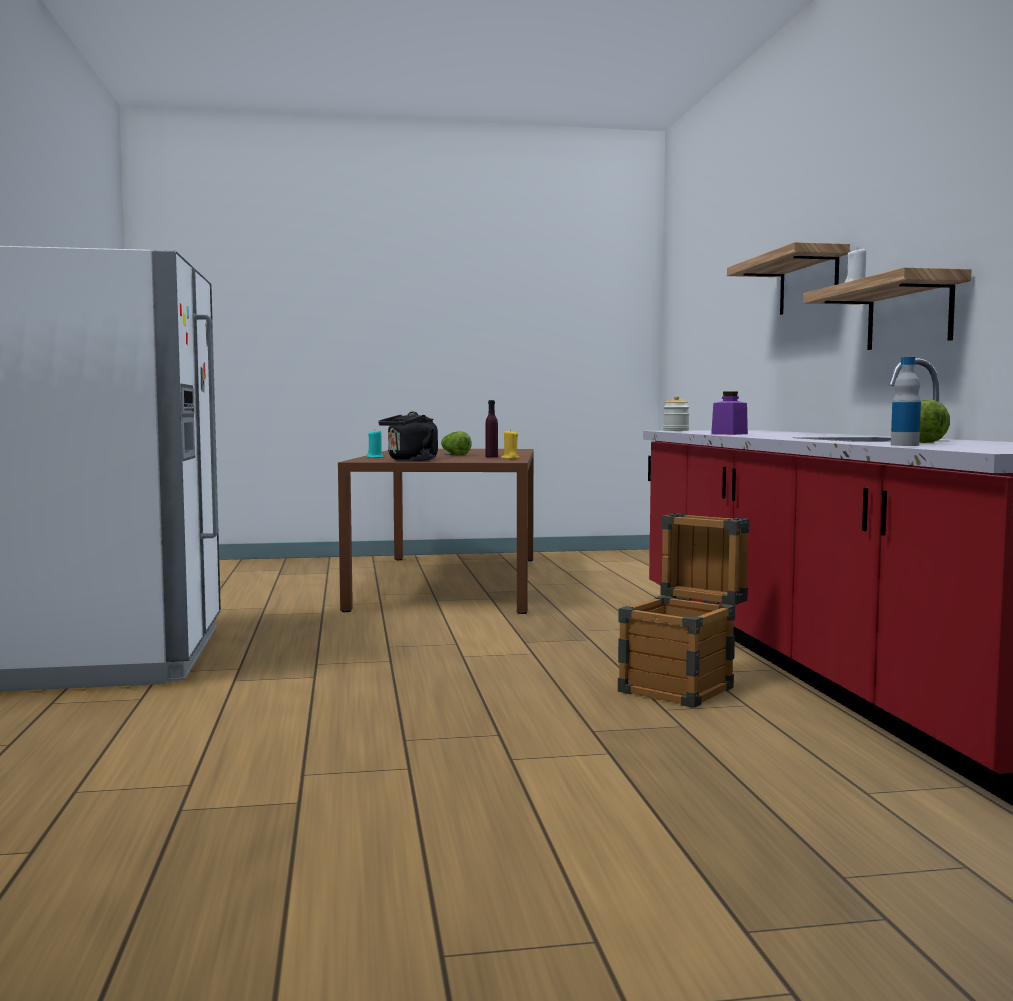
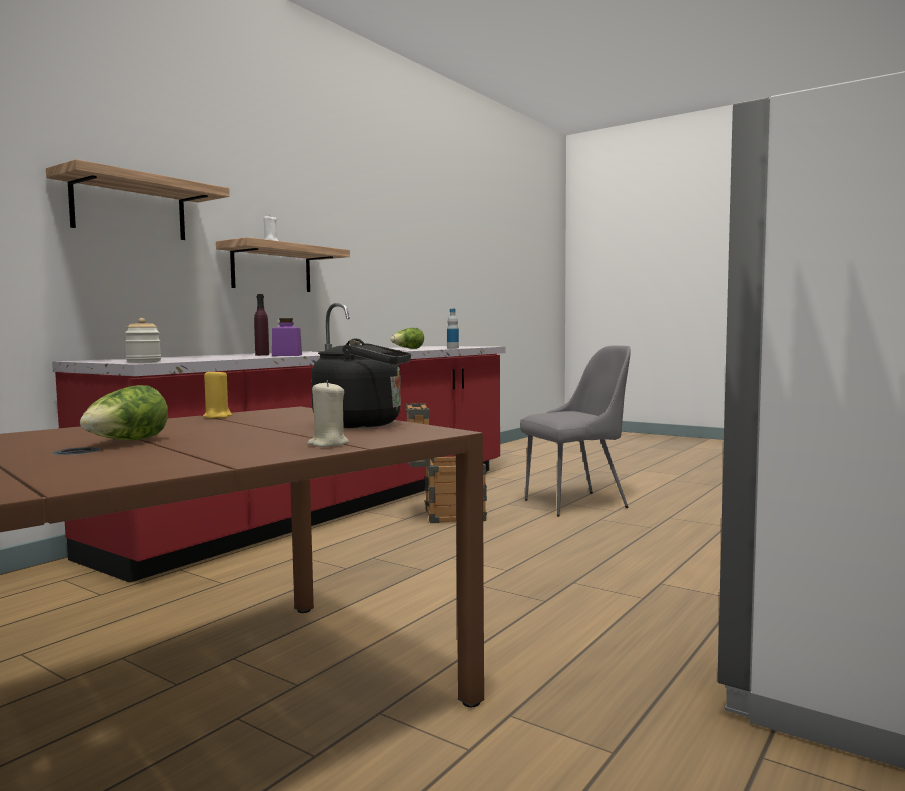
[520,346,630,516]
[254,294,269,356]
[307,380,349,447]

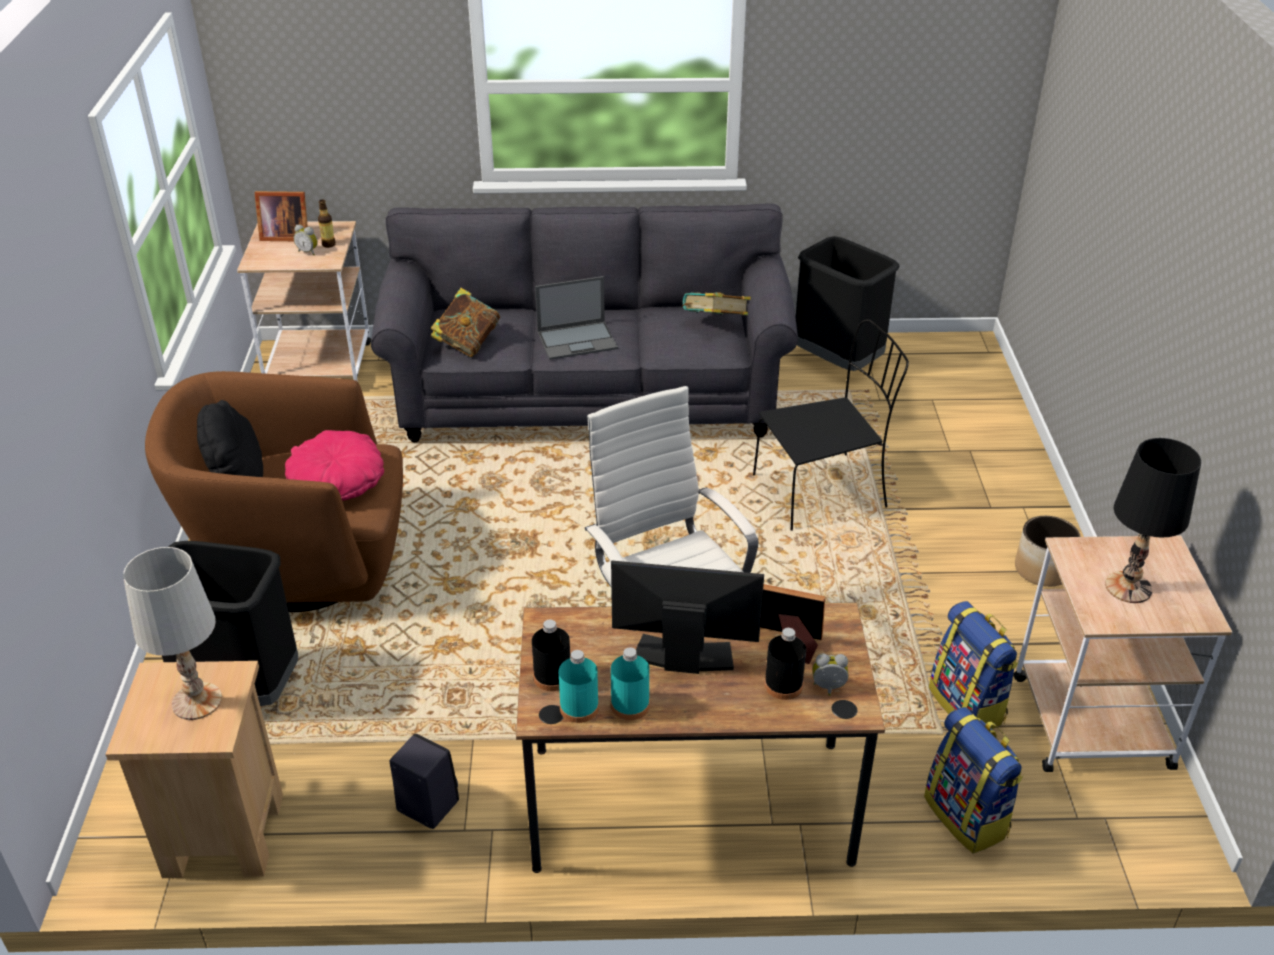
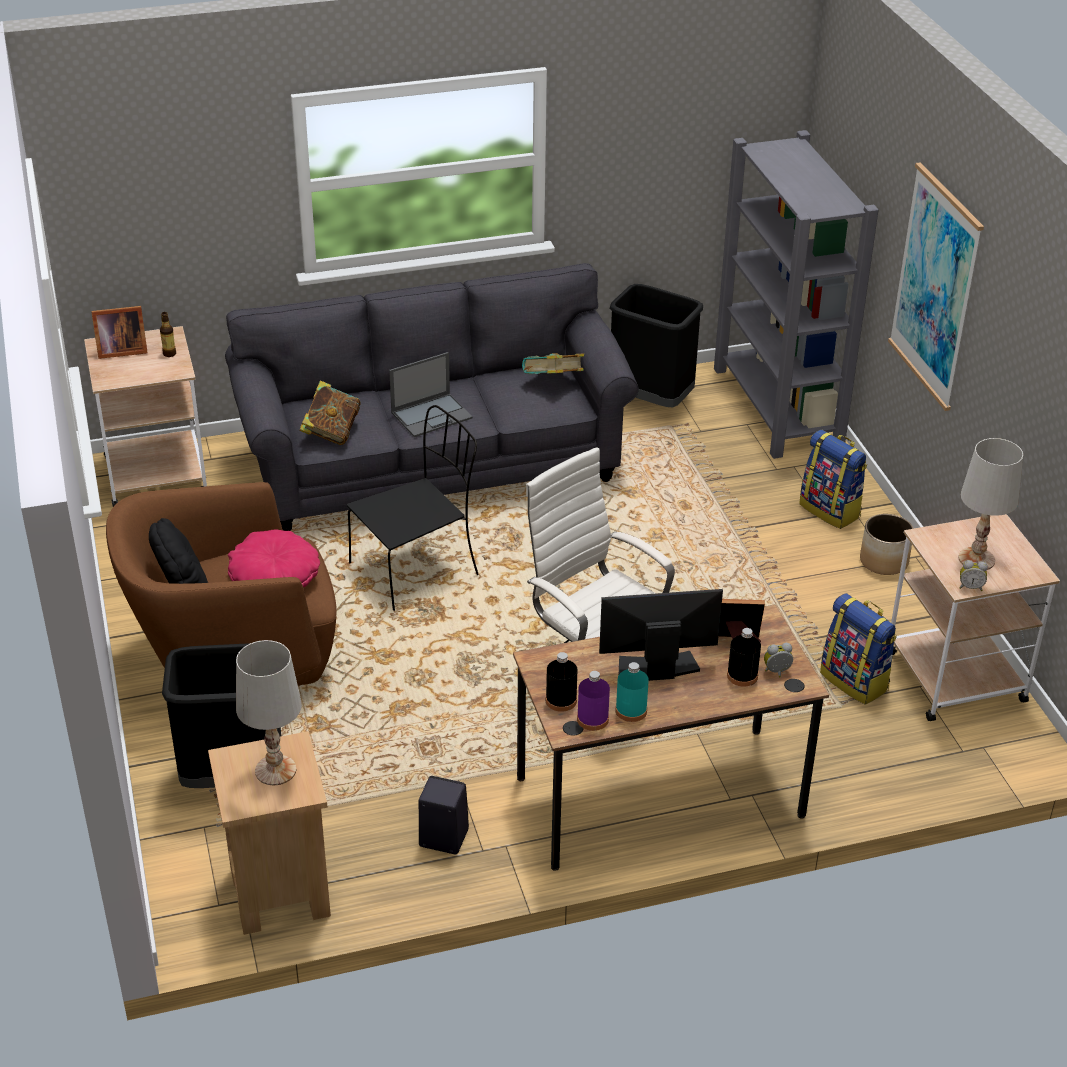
[714,130,879,459]
[888,162,984,411]
[959,560,988,591]
[347,405,479,611]
[799,430,867,529]
[577,671,610,731]
[959,438,1023,570]

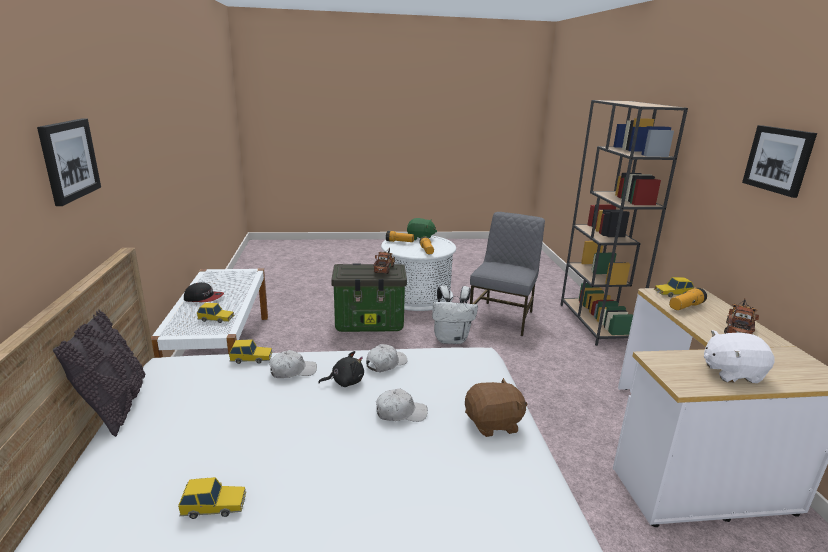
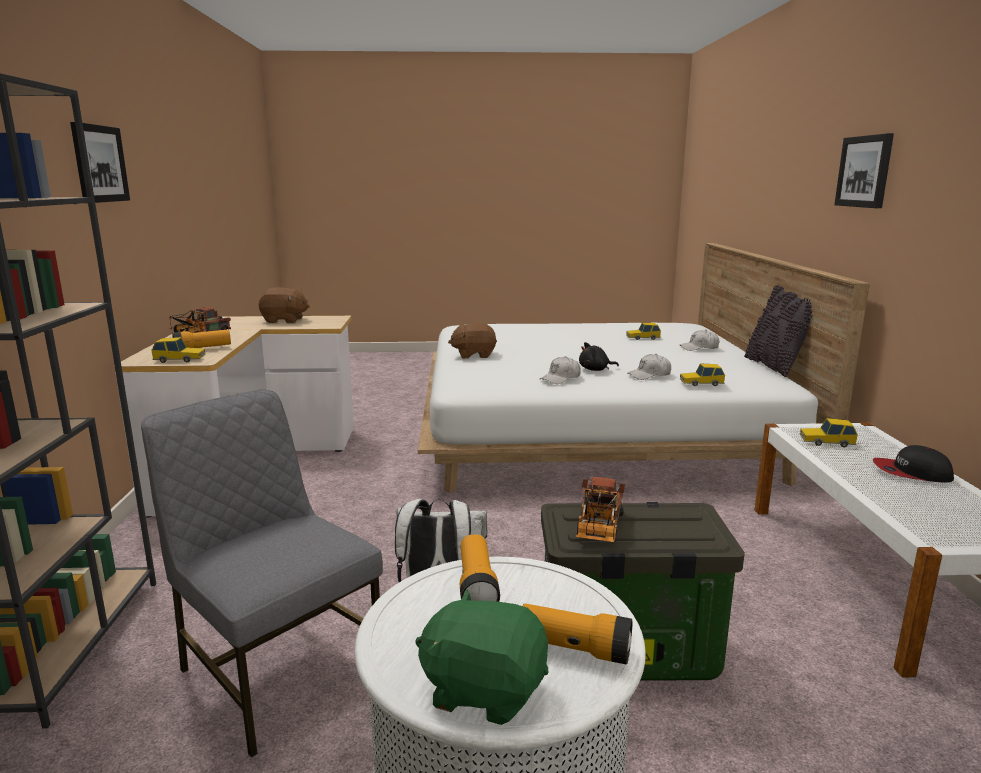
[680,330,720,351]
[259,287,310,323]
[141,390,383,758]

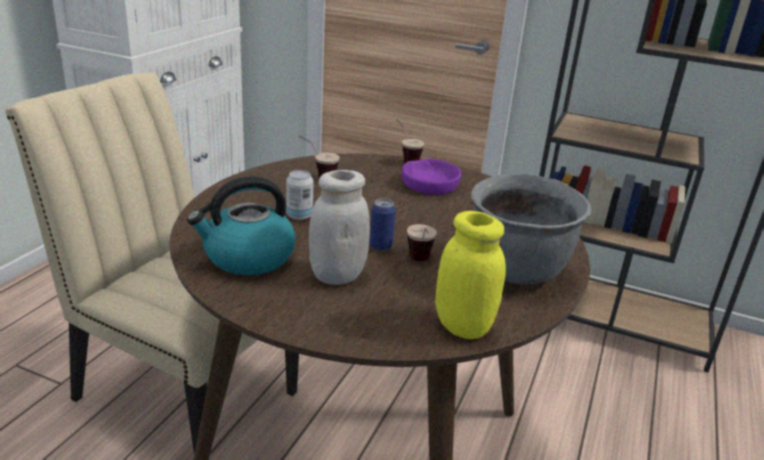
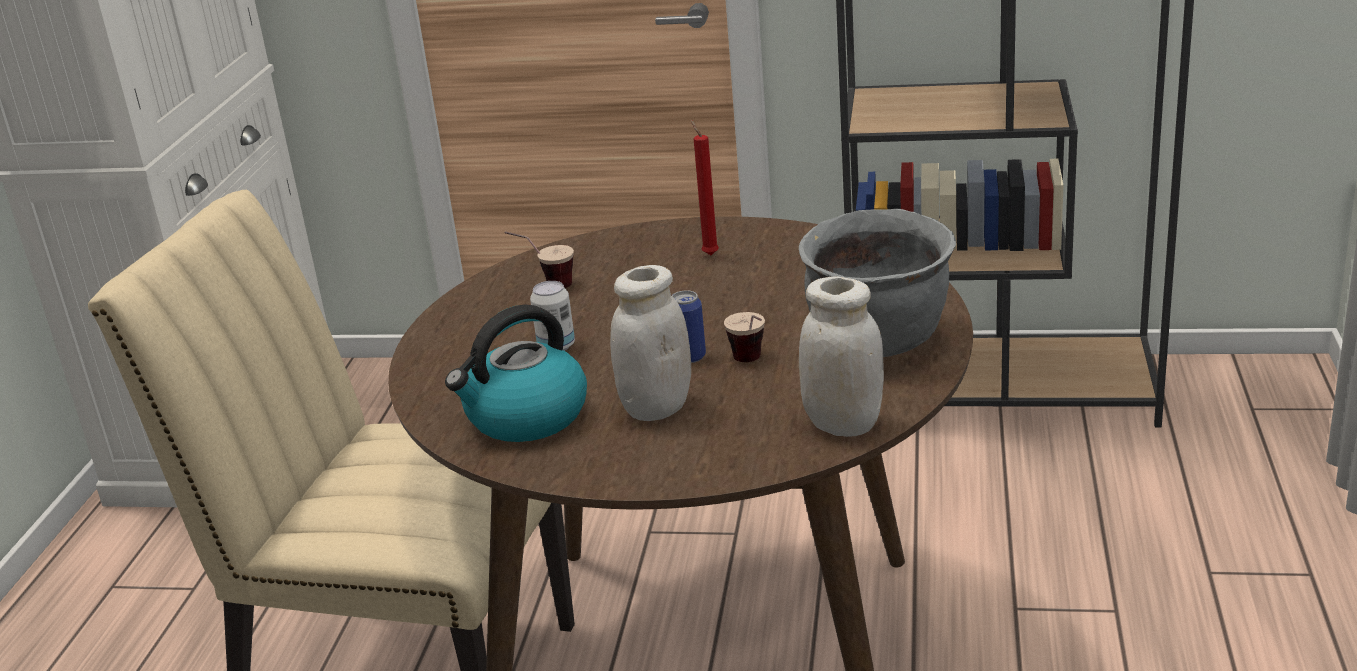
[396,119,424,163] (first image)
[691,120,719,255]
[799,276,884,437]

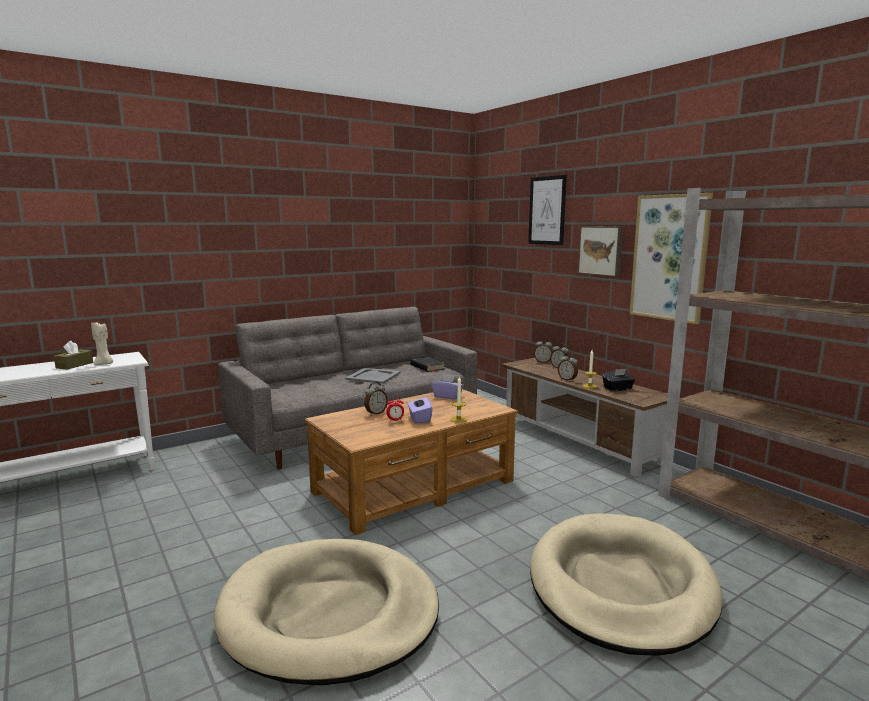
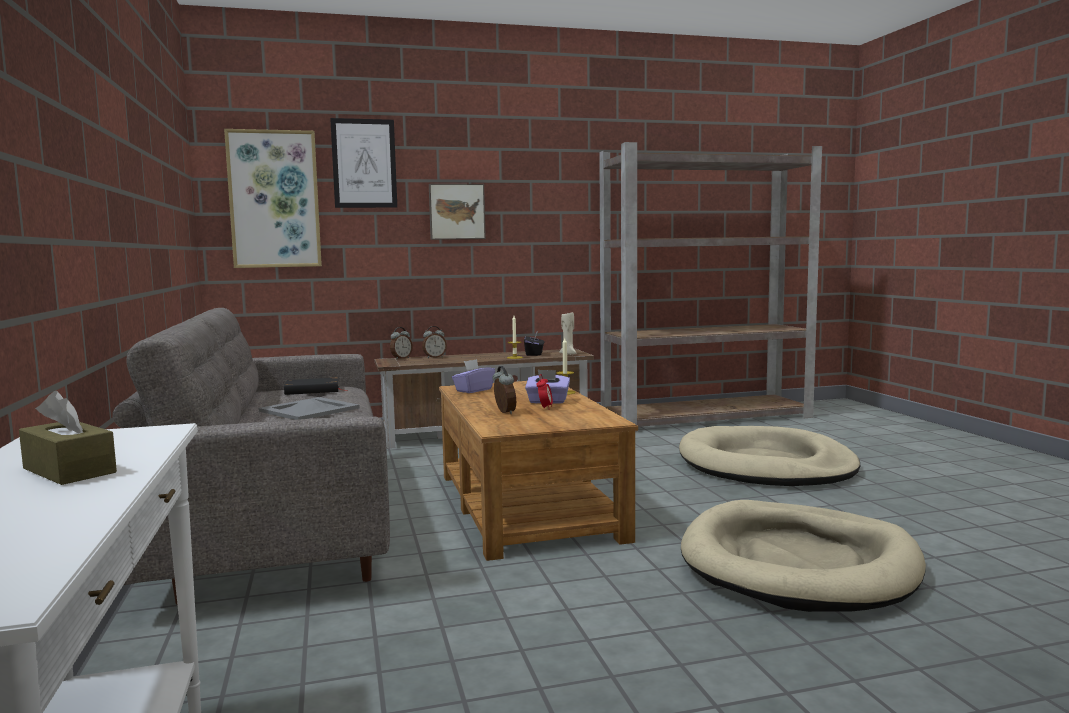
[558,353,578,381] (first image)
[559,311,576,355]
[224,129,322,268]

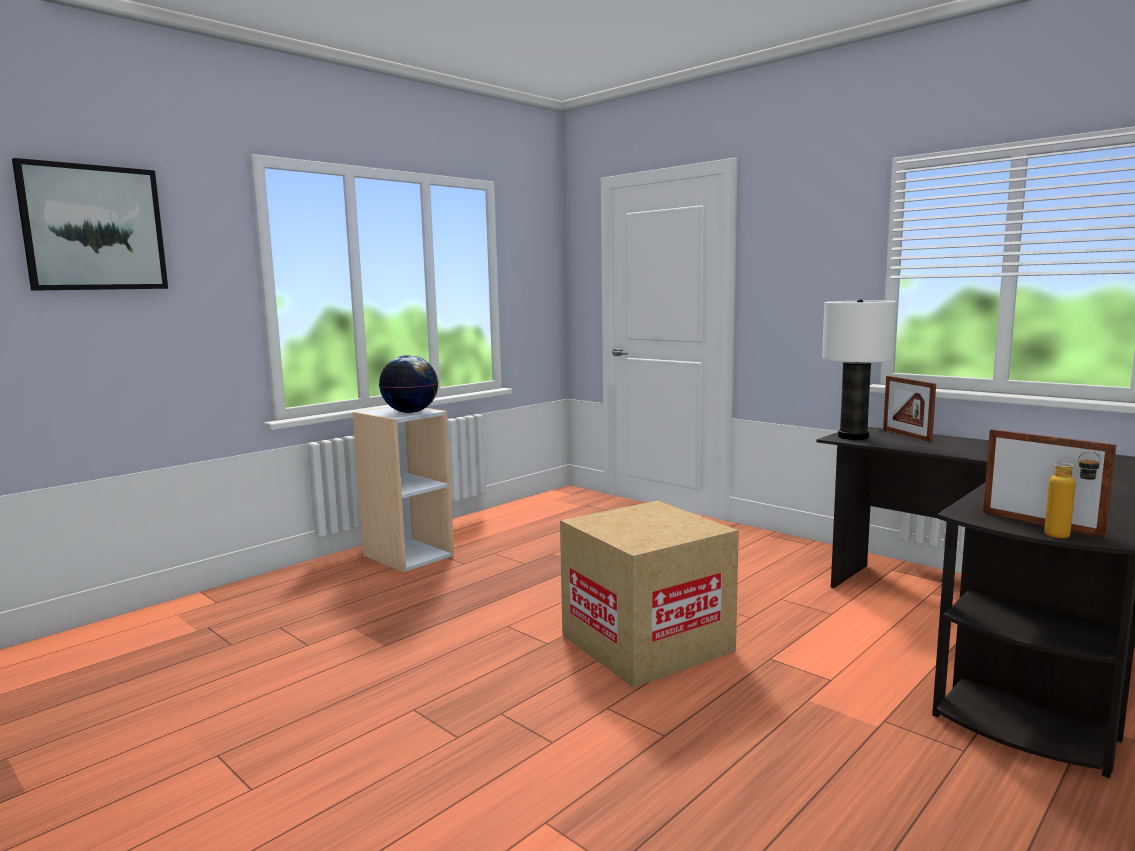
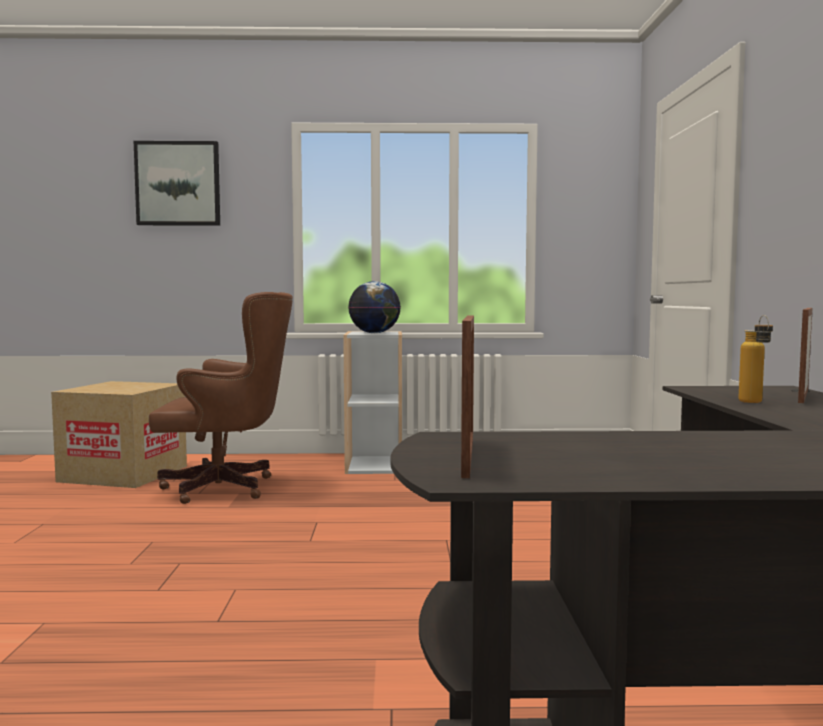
[822,299,897,440] (first image)
[149,292,293,504]
[51,381,187,488]
[739,315,773,403]

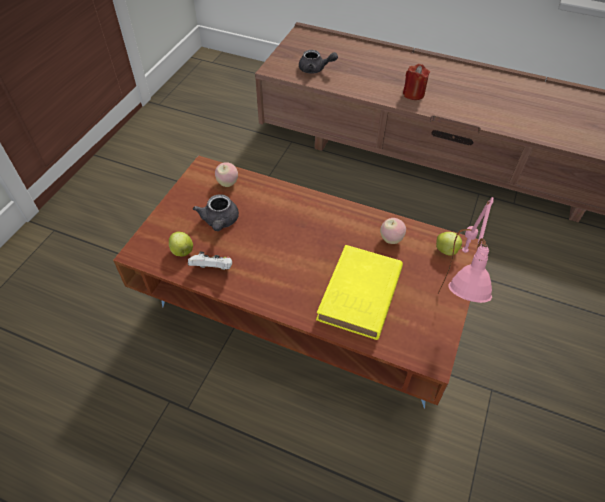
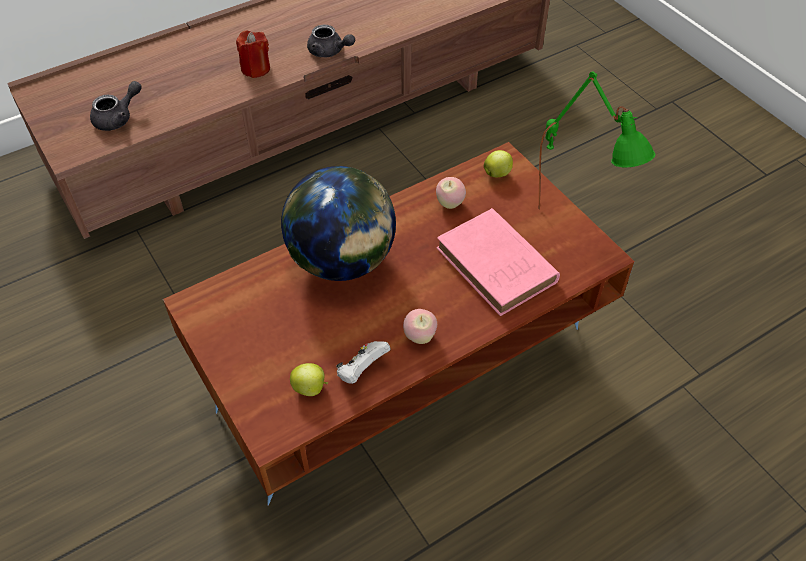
[281,166,396,281]
[307,25,355,57]
[403,309,437,344]
[437,208,560,316]
[539,72,656,210]

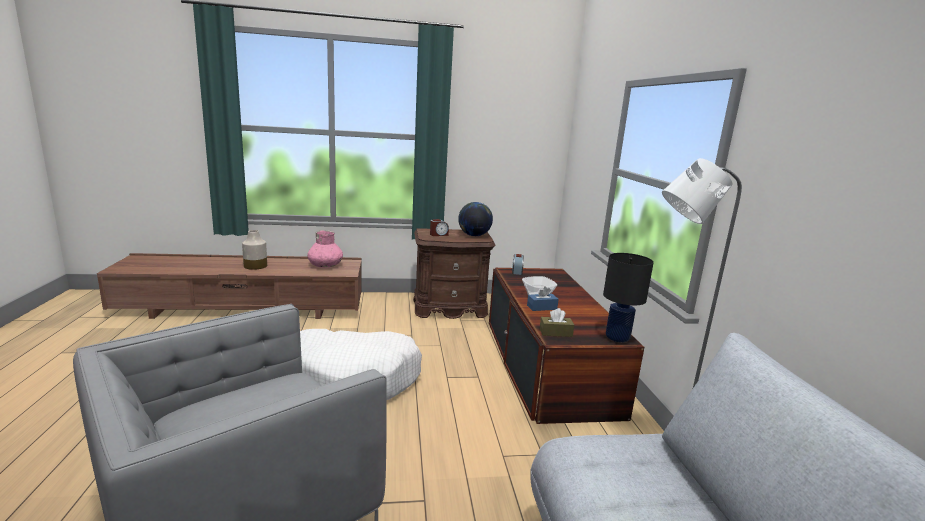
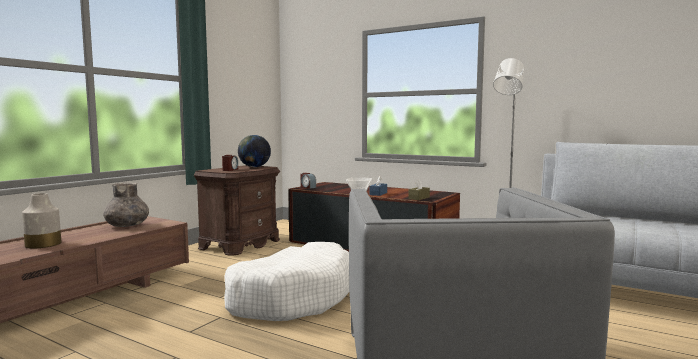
[603,253,654,343] (first image)
[103,183,149,227]

